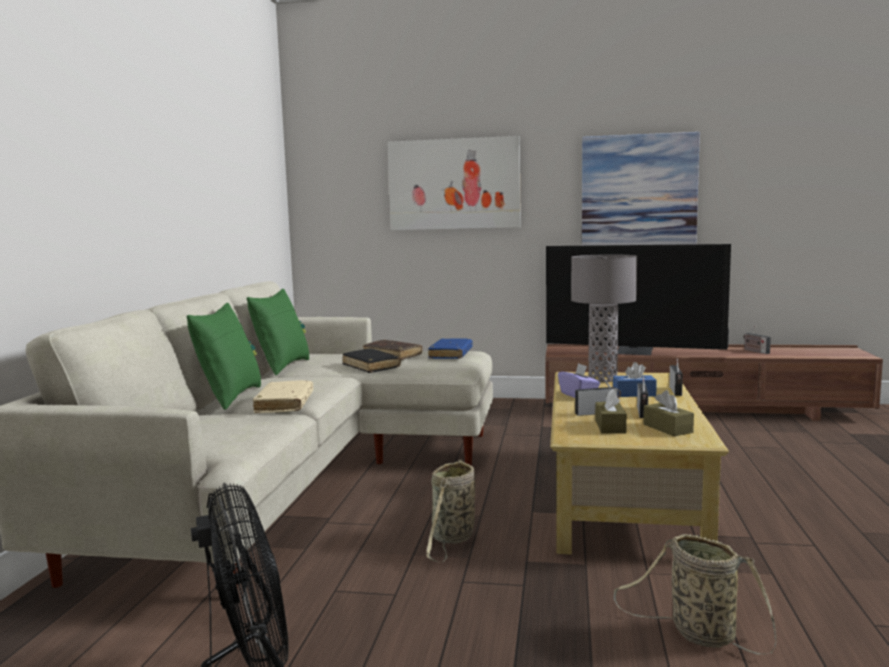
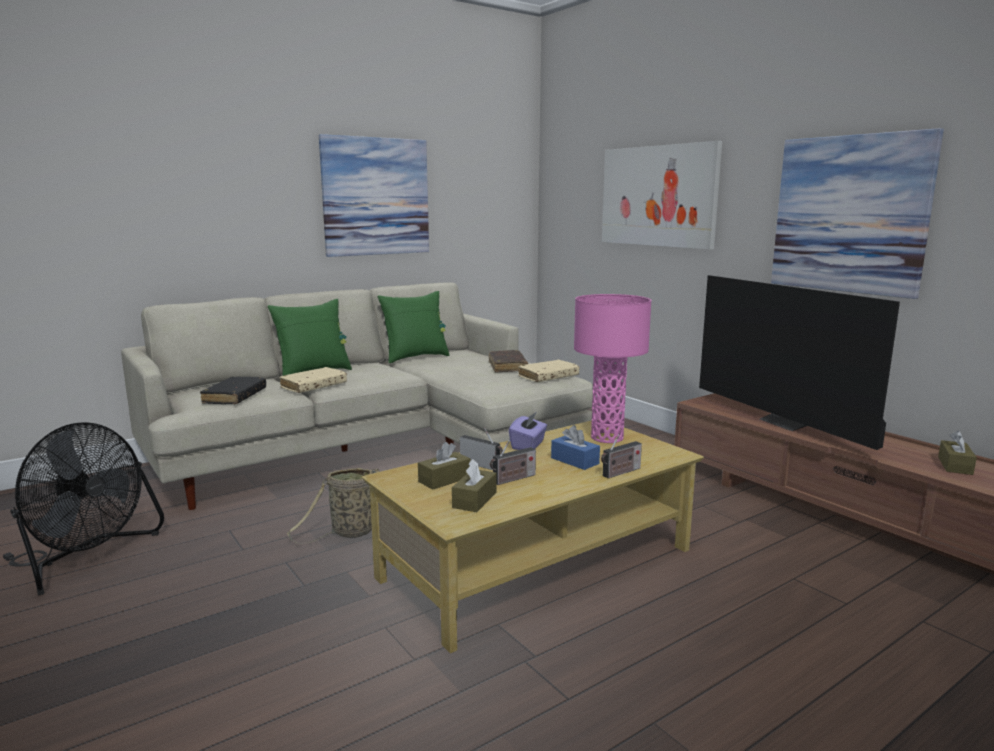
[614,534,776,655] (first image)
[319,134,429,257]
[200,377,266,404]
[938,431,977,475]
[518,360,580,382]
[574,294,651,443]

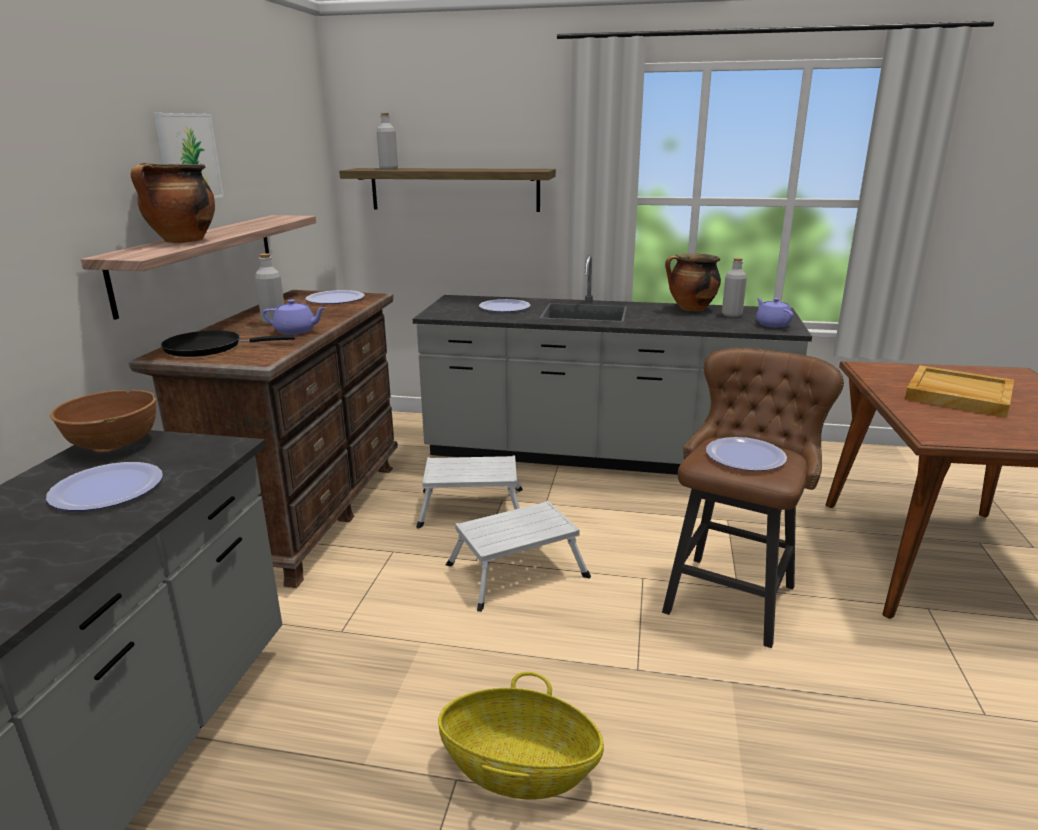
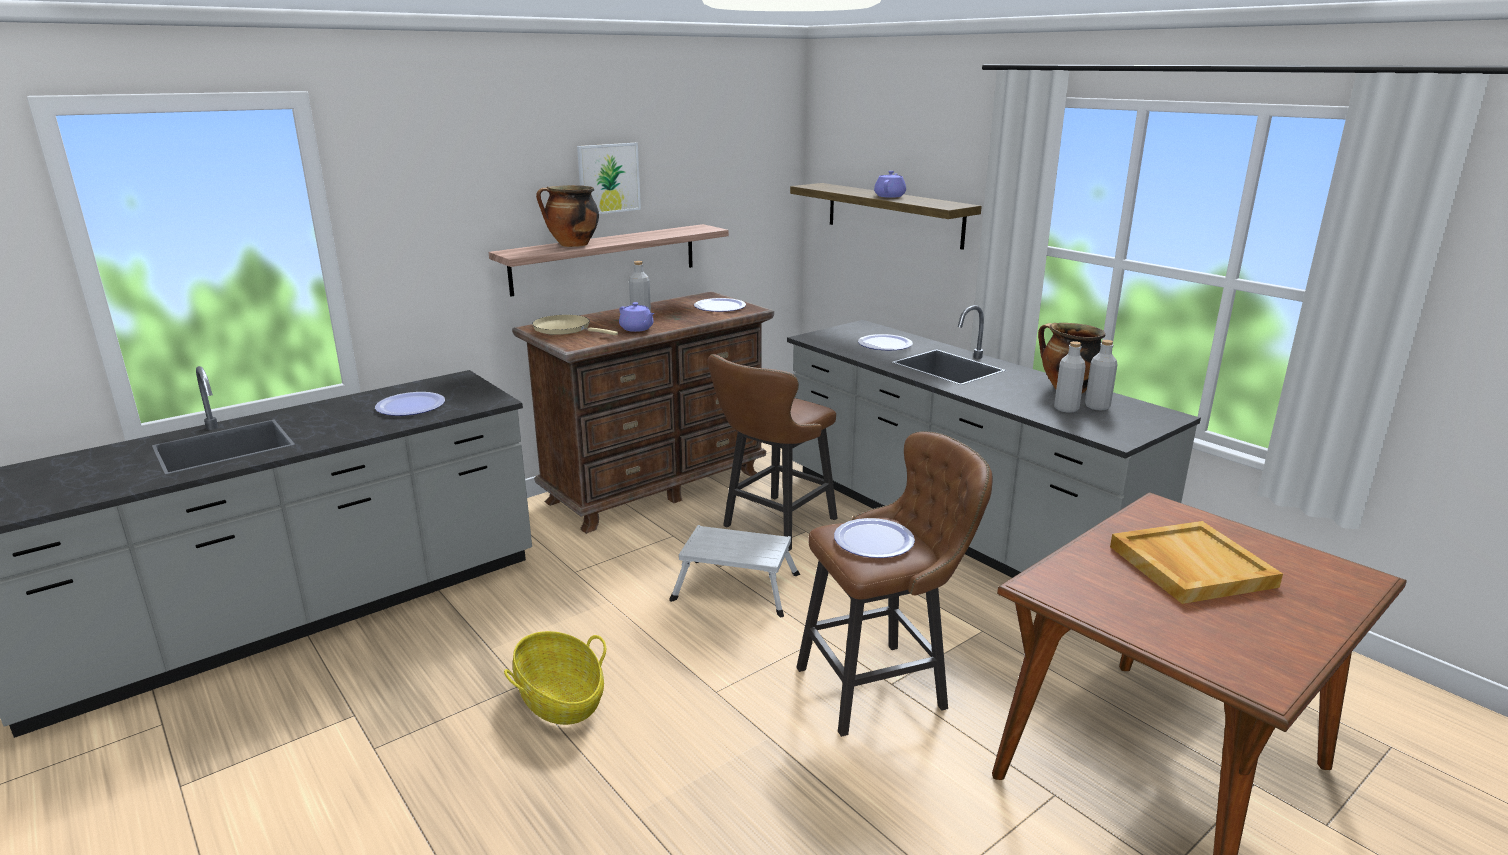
[50,390,157,453] (first image)
[1054,341,1086,413]
[874,171,906,198]
[708,354,837,551]
[532,315,618,335]

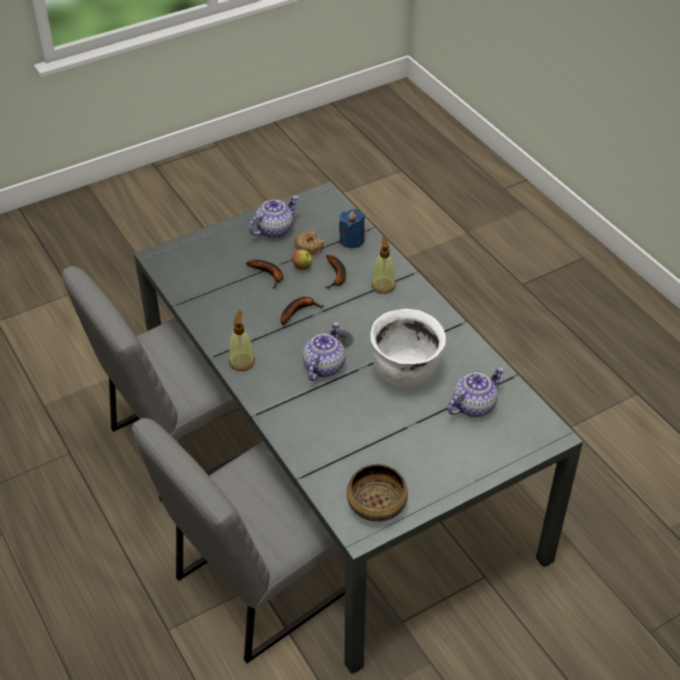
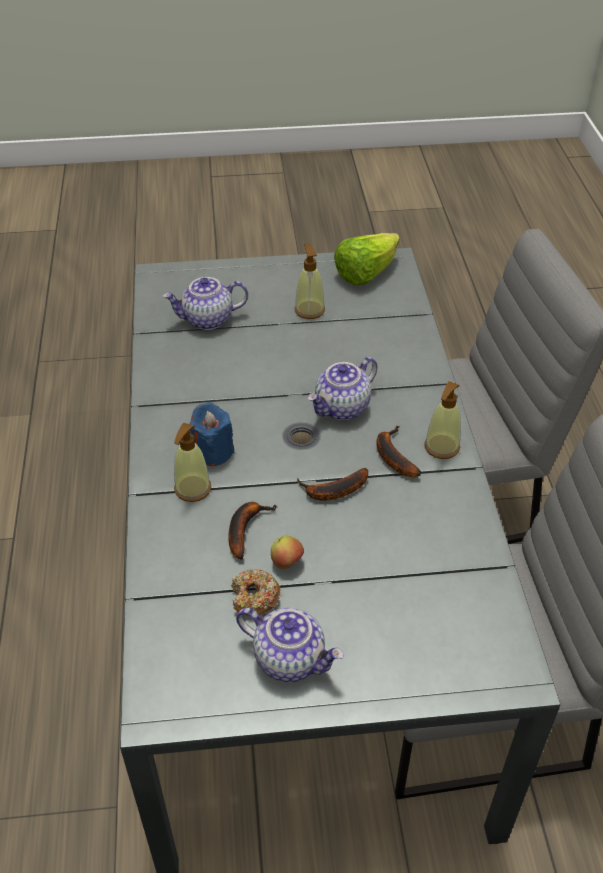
[370,309,446,388] (first image)
[295,243,325,319]
[376,426,421,477]
[190,402,234,466]
[334,233,400,286]
[236,607,344,682]

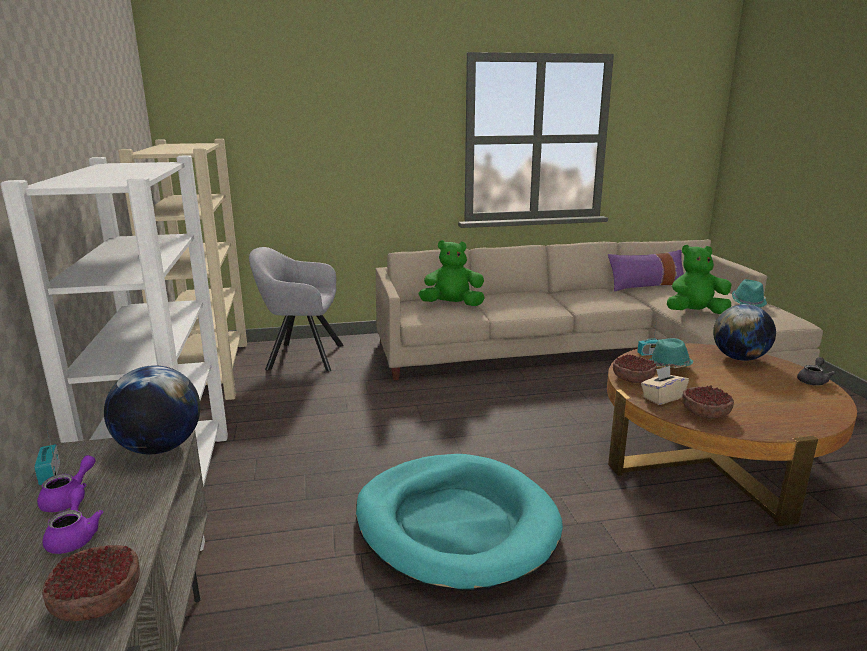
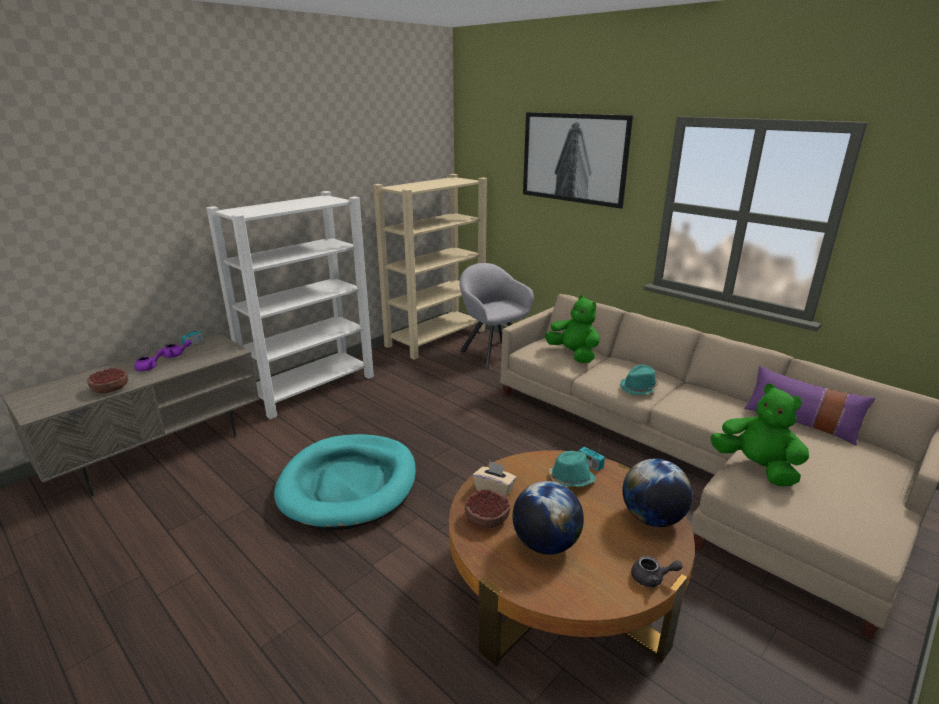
[613,355,657,383] (first image)
[523,112,633,209]
[512,481,584,555]
[620,365,658,395]

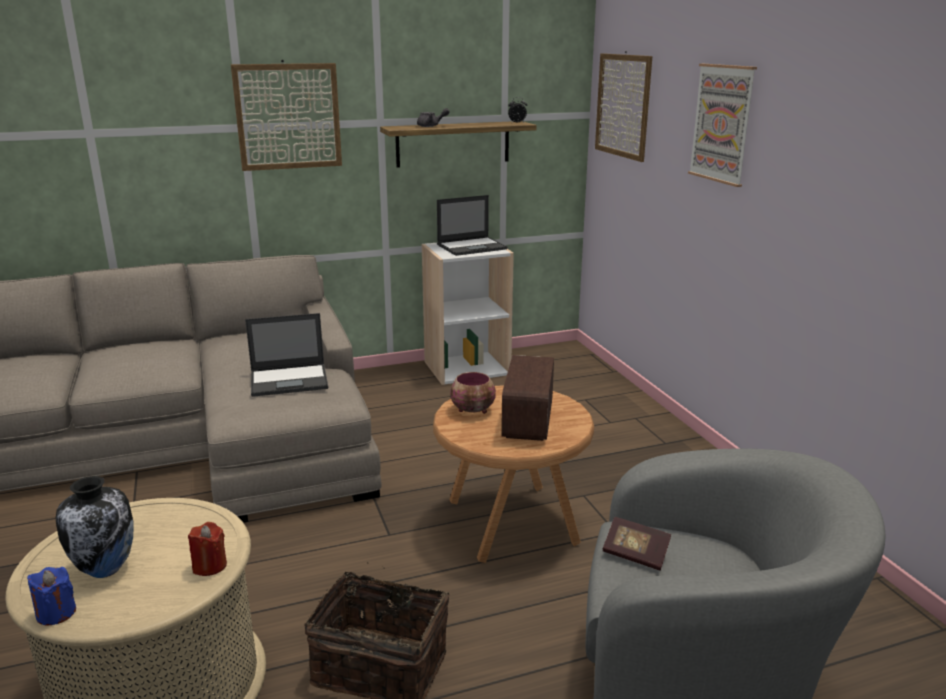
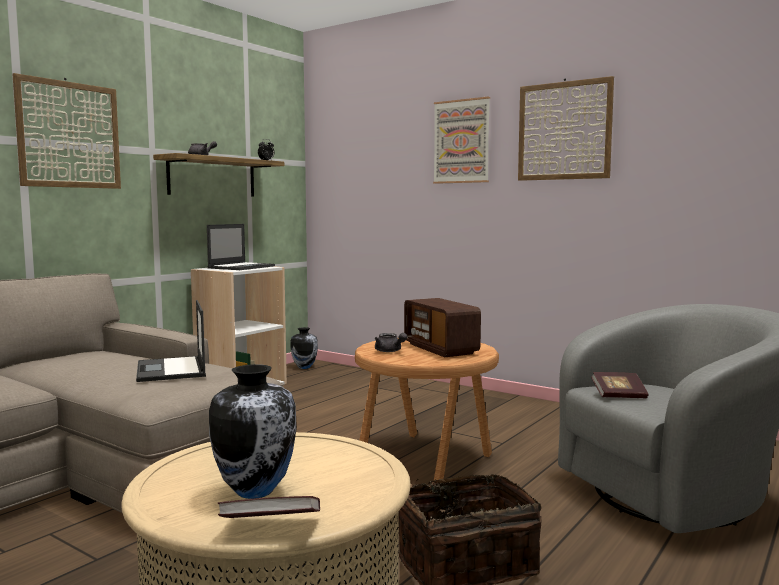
[188,522,227,576] (first image)
[290,327,318,369]
[518,76,614,181]
[217,496,320,518]
[375,333,407,352]
[136,300,206,382]

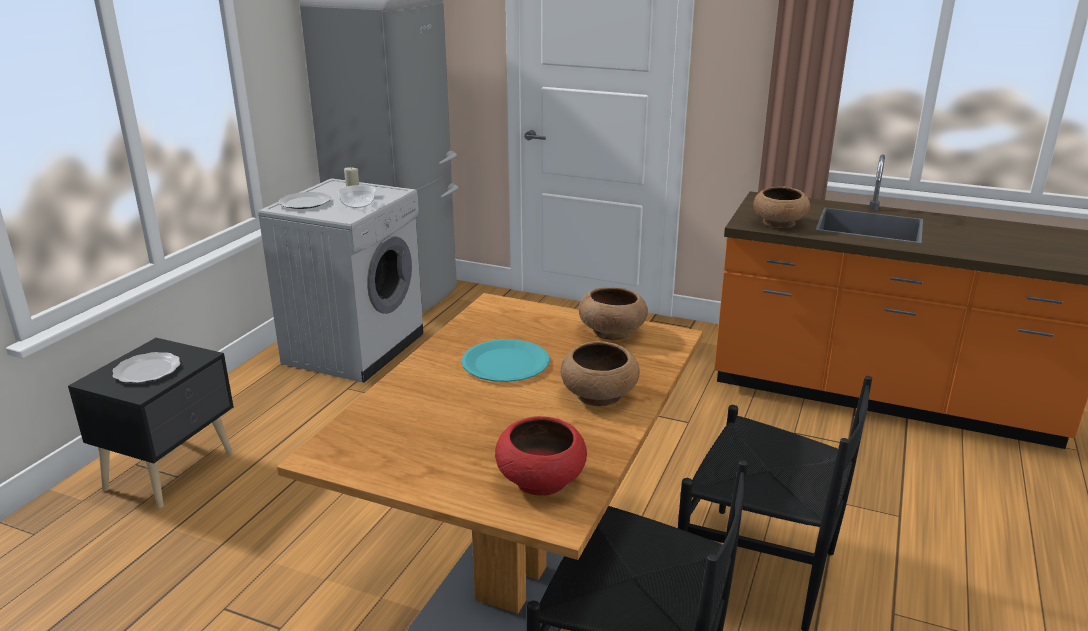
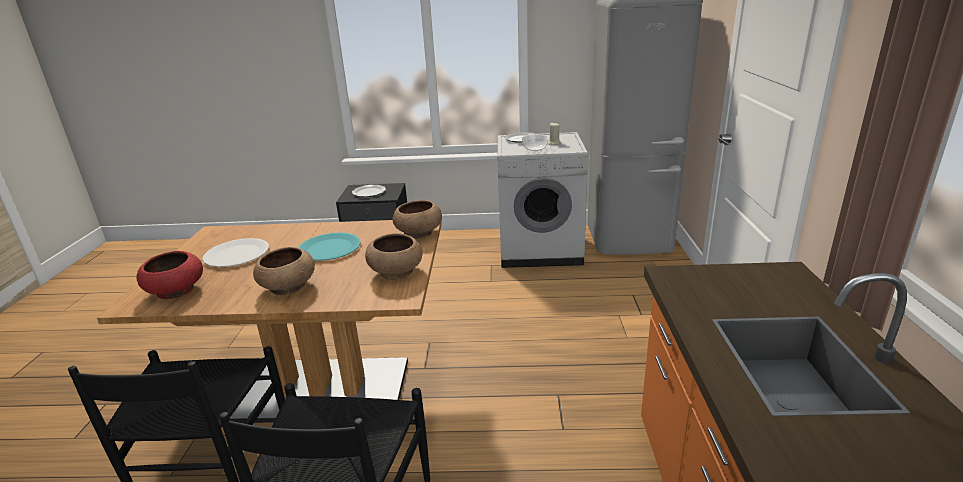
[202,238,269,267]
[393,200,442,239]

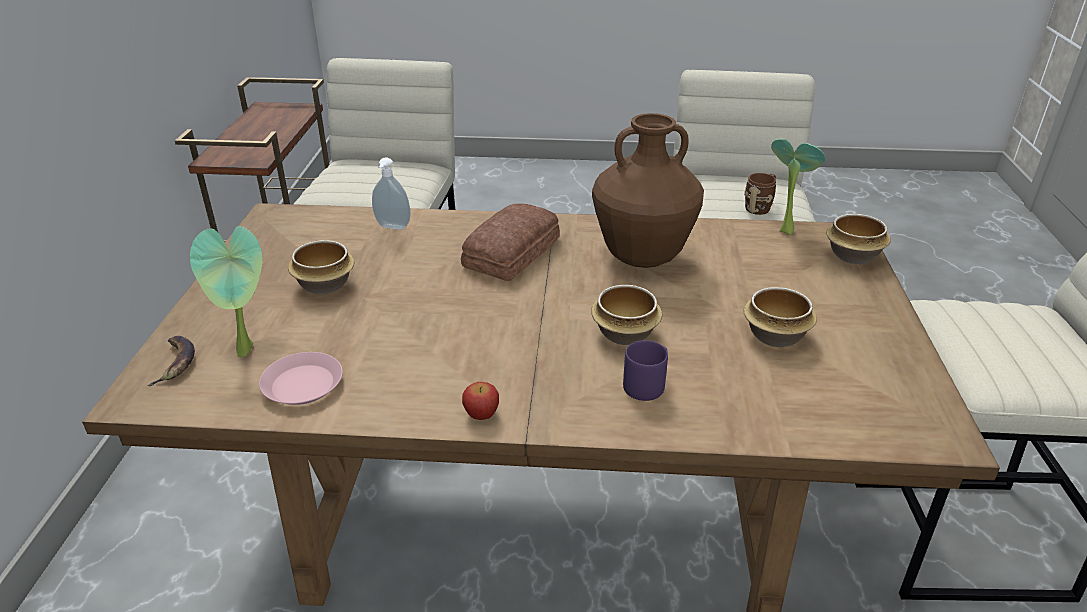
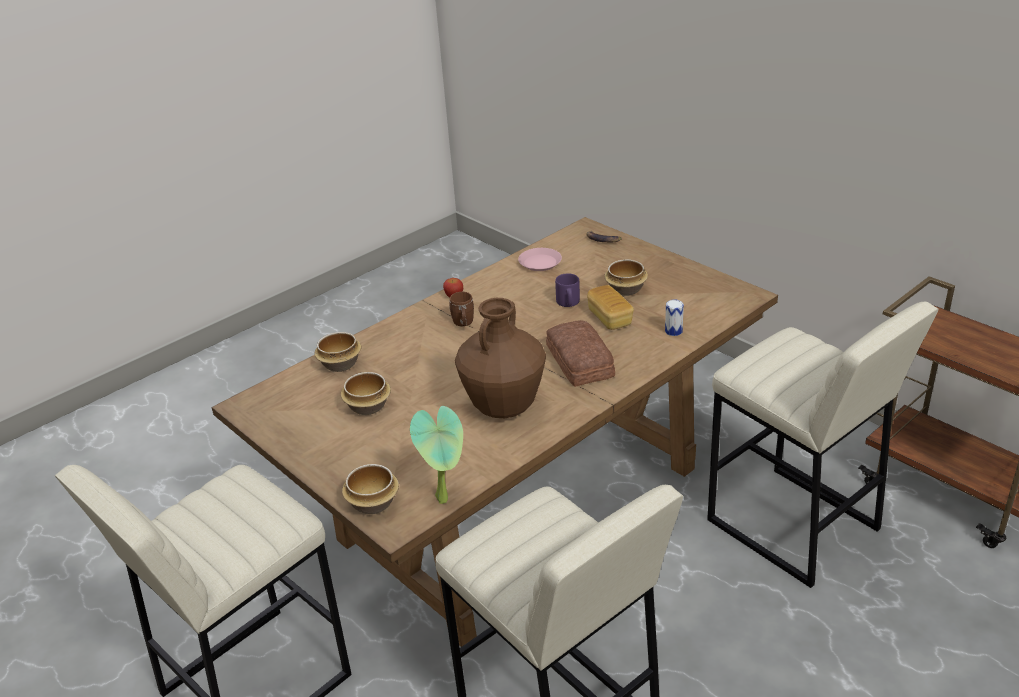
[190,226,263,357] (first image)
[587,285,634,330]
[314,332,361,372]
[555,273,580,307]
[449,292,474,326]
[665,300,684,336]

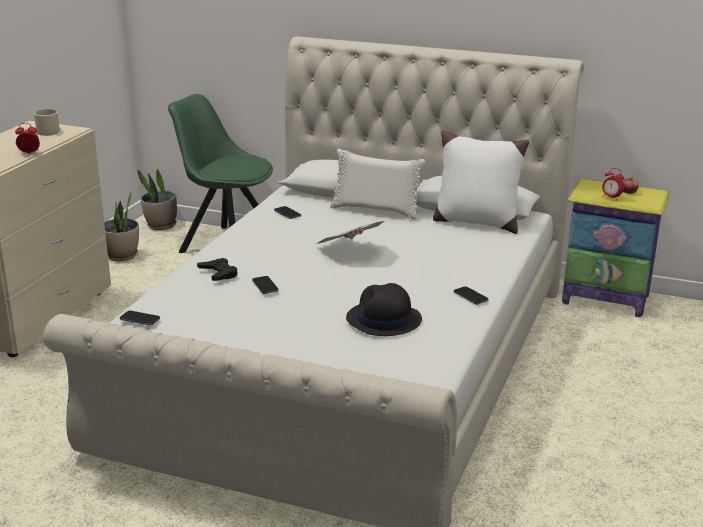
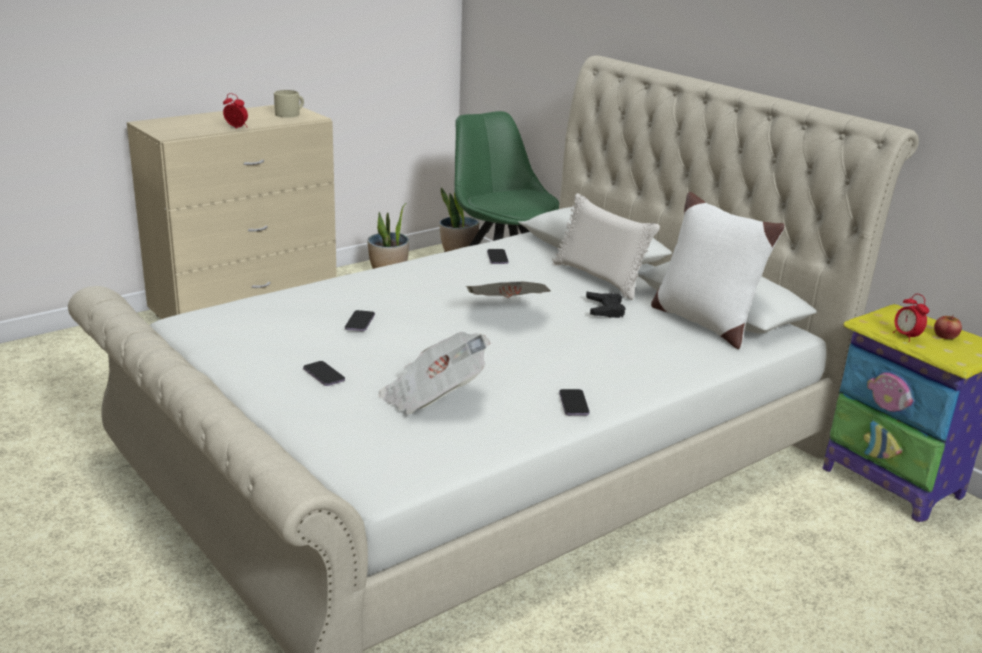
[303,361,345,386]
[586,292,626,318]
[379,332,490,415]

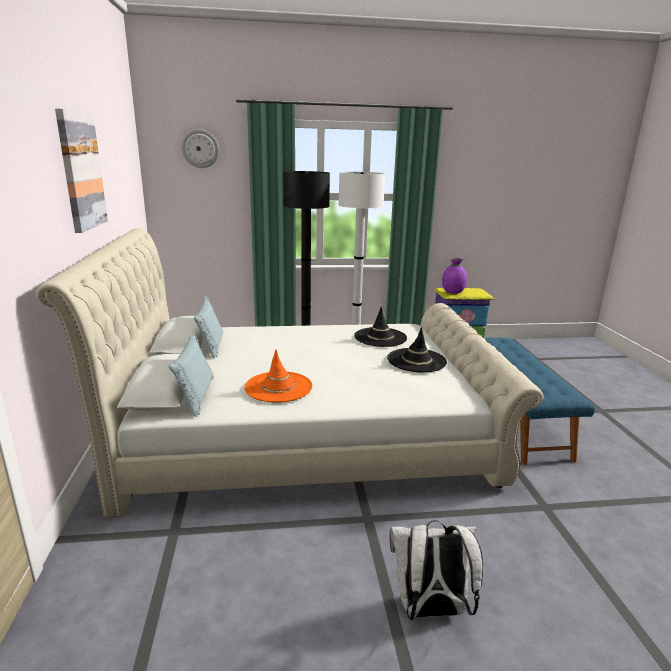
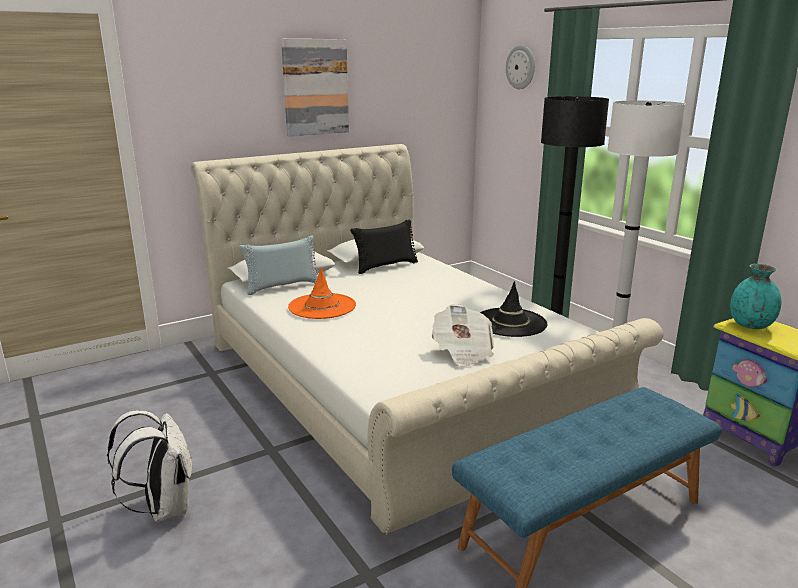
[432,304,494,367]
[350,219,418,274]
[730,264,781,329]

